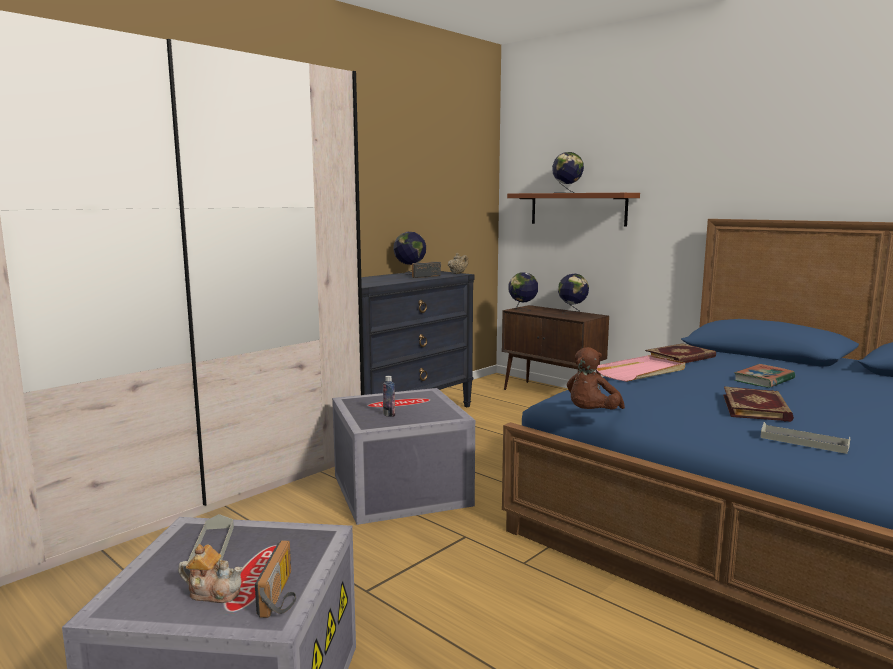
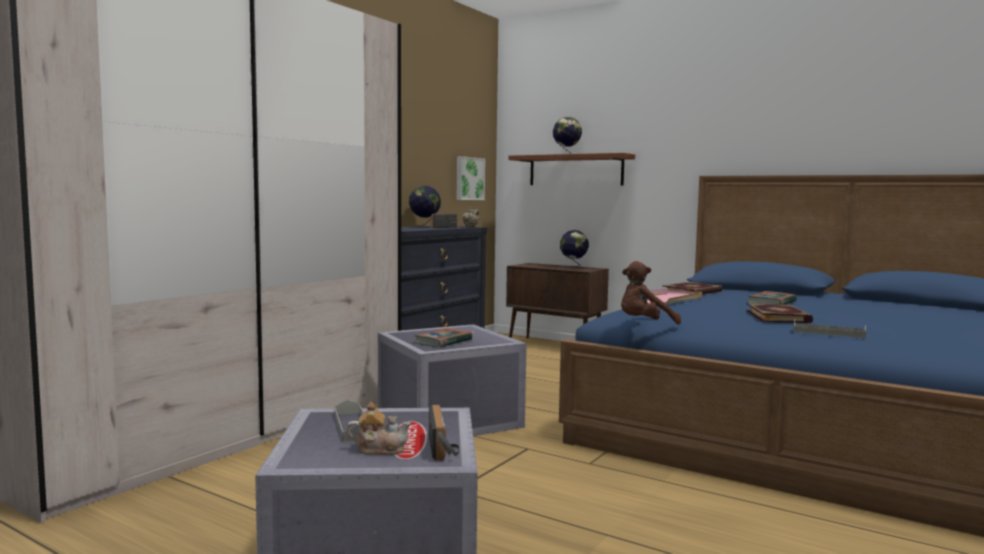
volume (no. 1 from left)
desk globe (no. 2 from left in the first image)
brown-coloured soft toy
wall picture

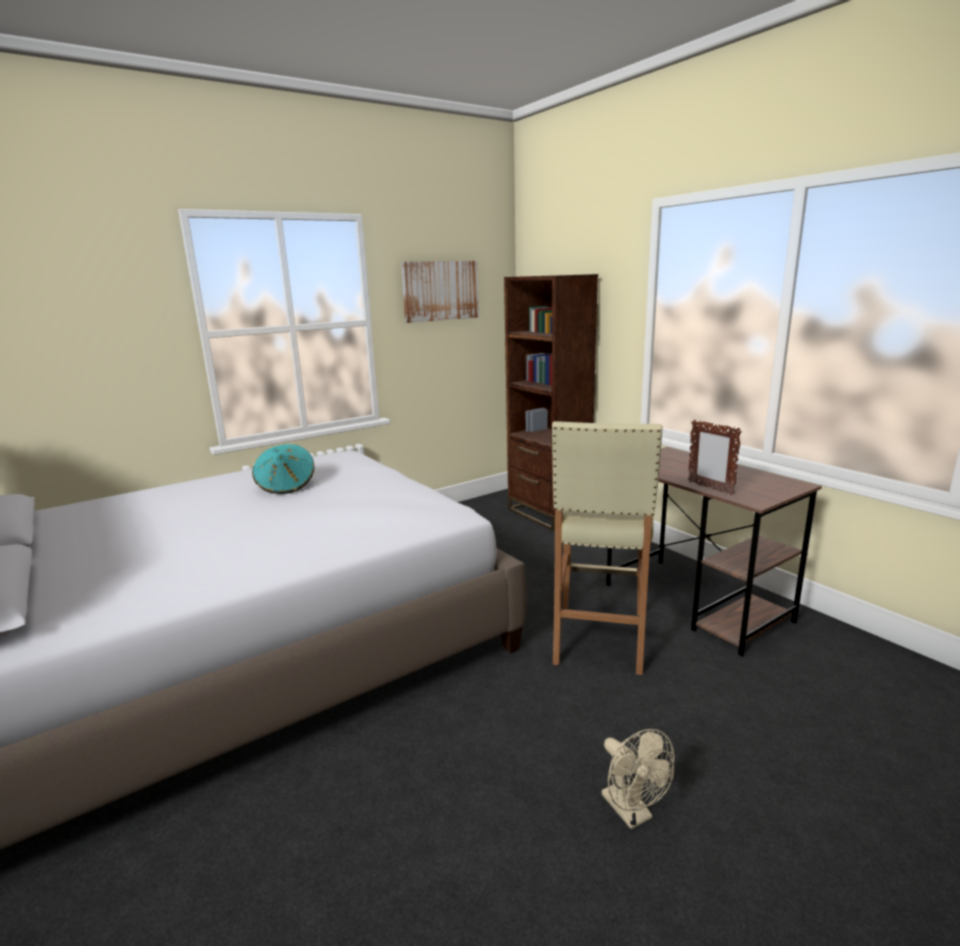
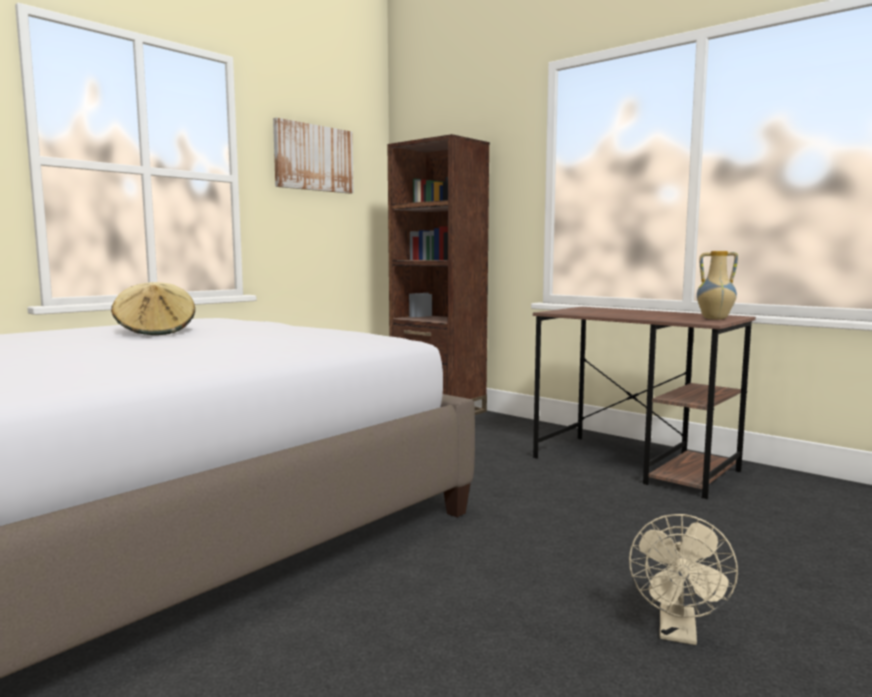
sand-coloured hat
sand-coloured sitting stool
sand-coloured cooling fan
picture frame
flower vase

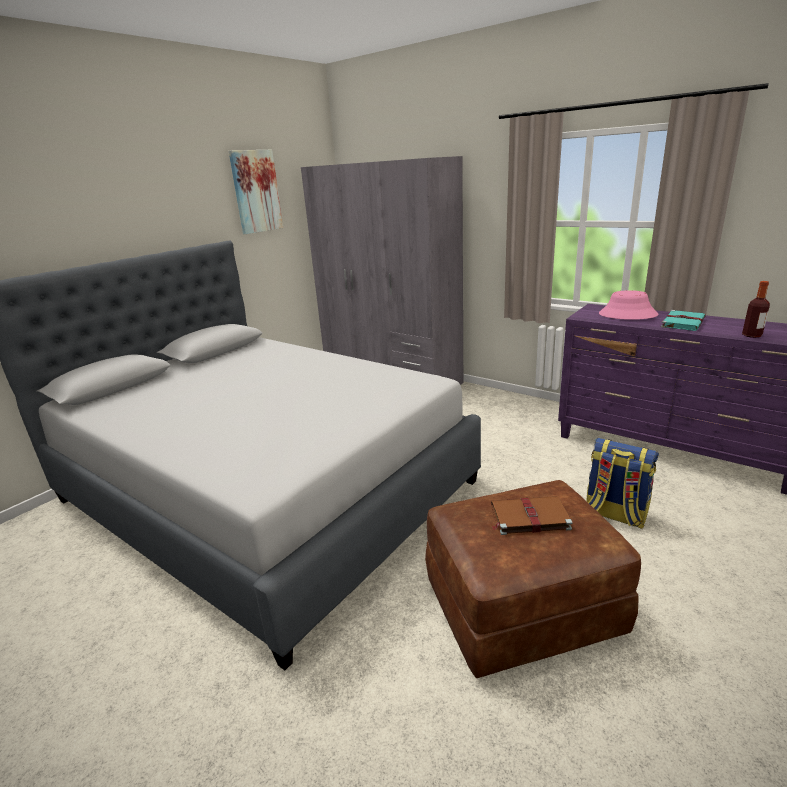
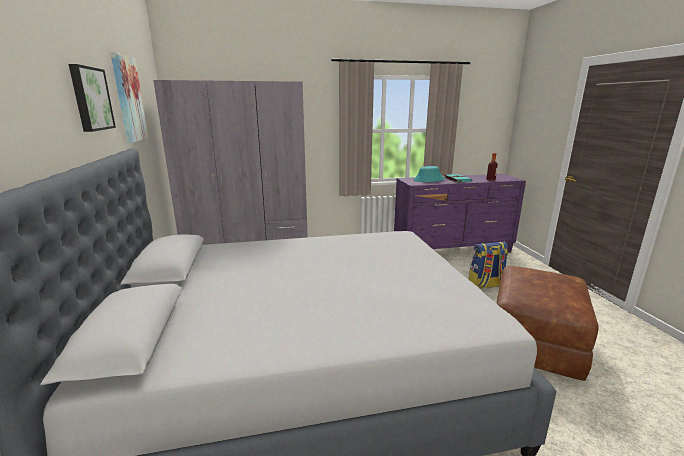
brown-coloured volume
turquoise-coloured hat
wall picture (no. 1 from left)

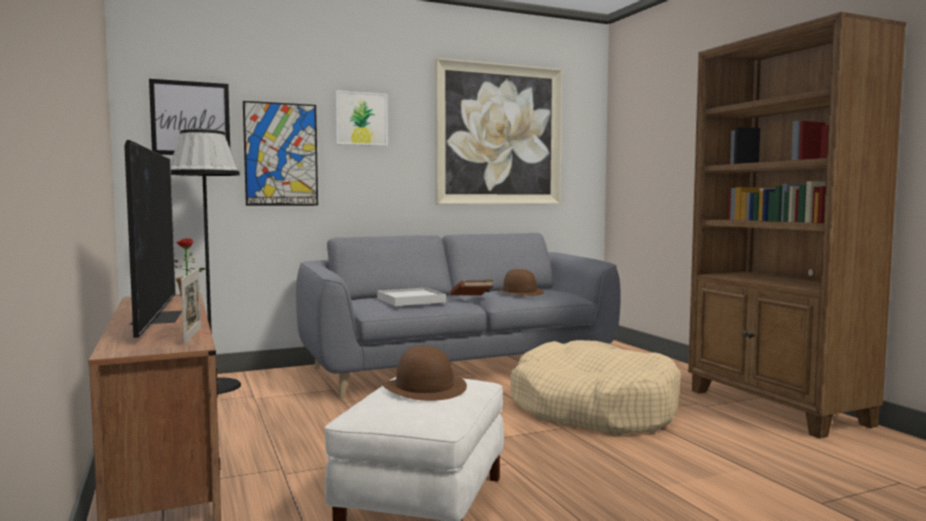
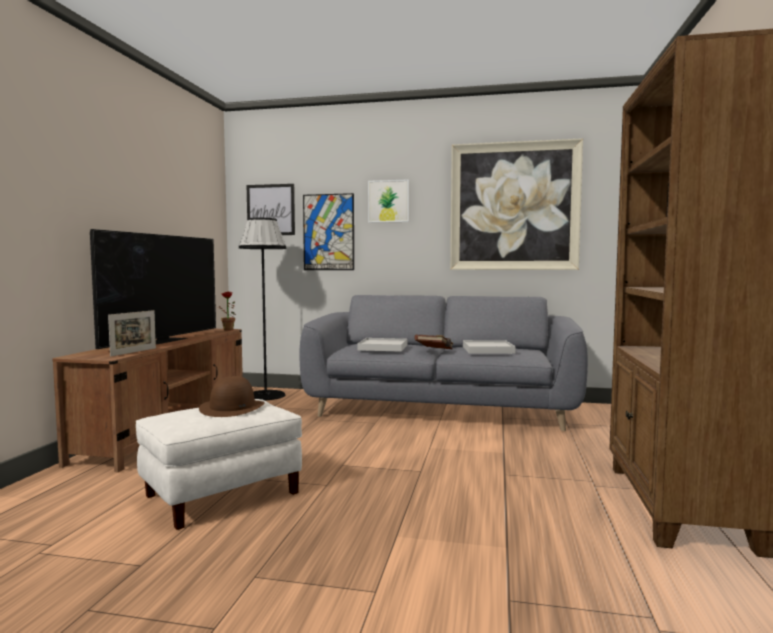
whitish serving tray (no. 2 from left)
sand-coloured pet bed

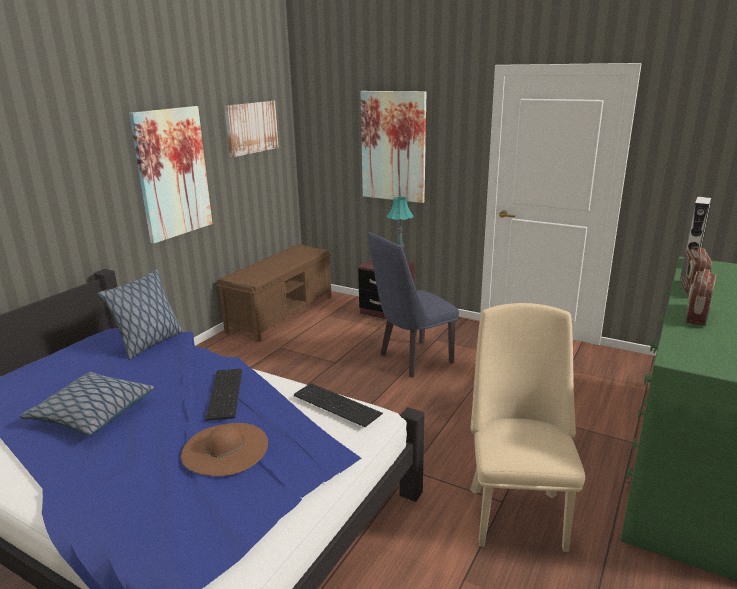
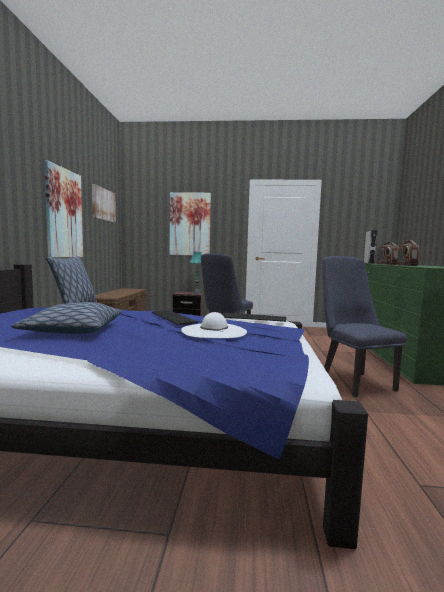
whitish hat
bluish chair (no. 2 from left)

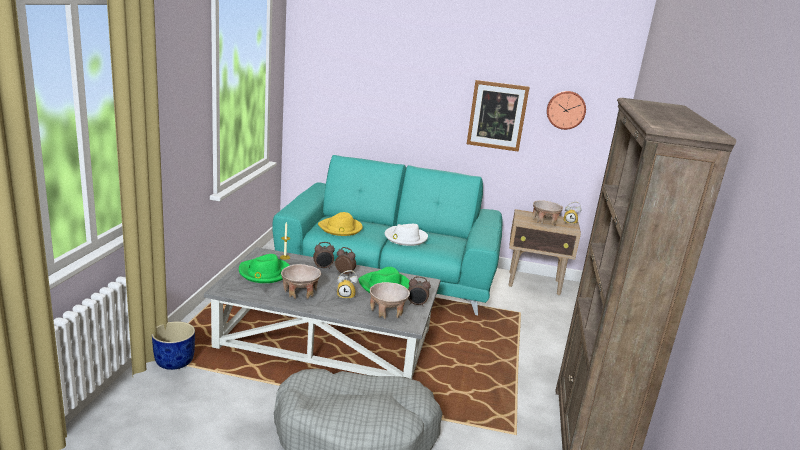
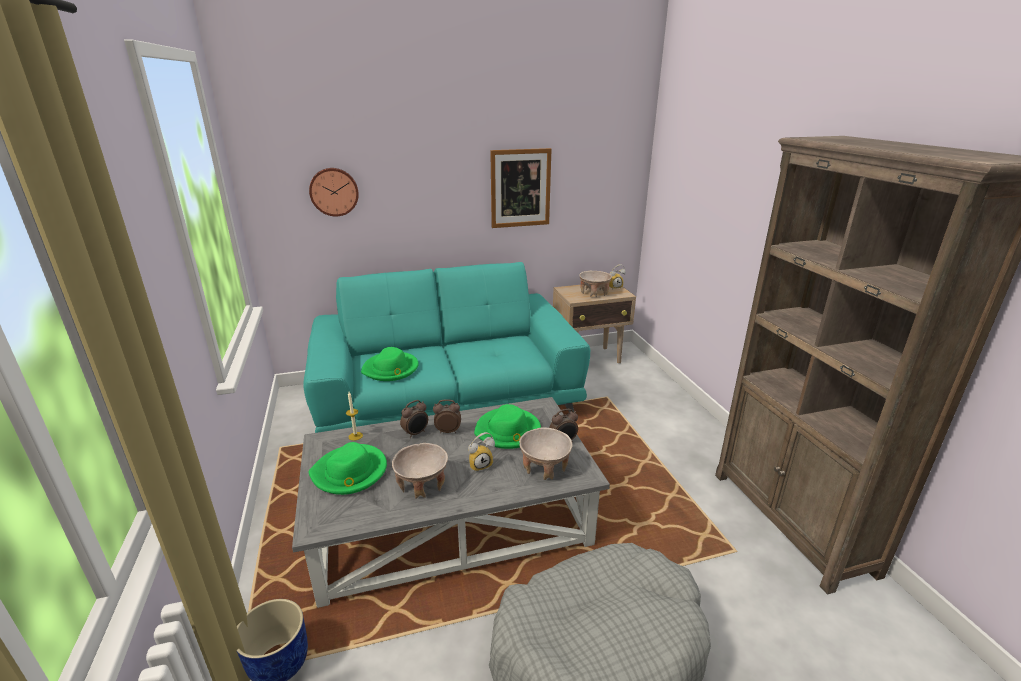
greenish hat (no. 2 from left)
whitish hat
clock on the wall

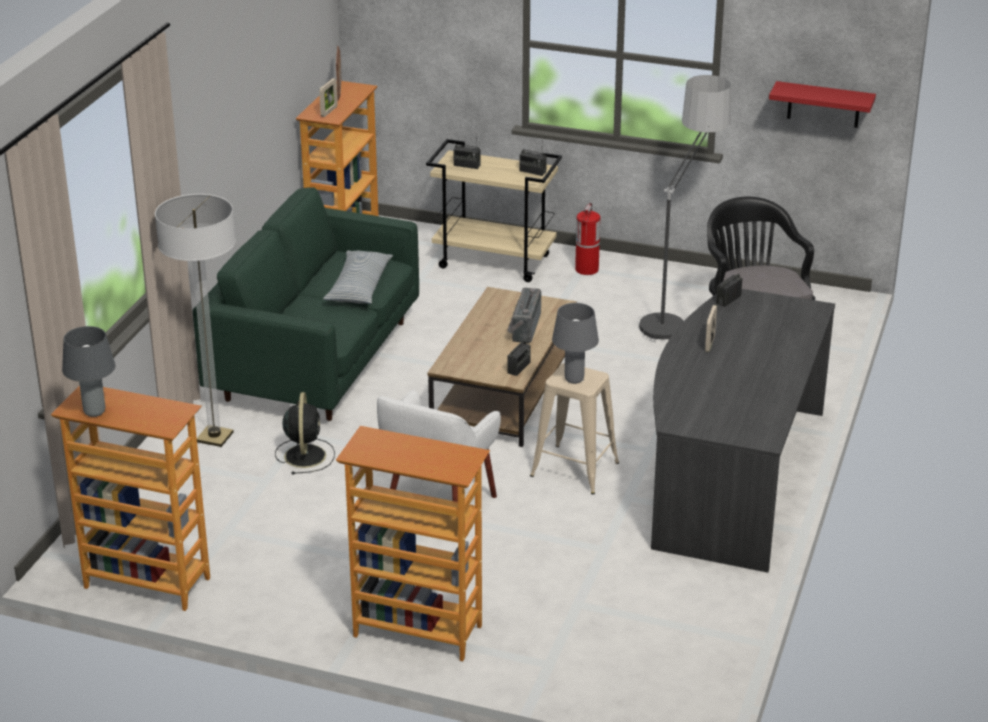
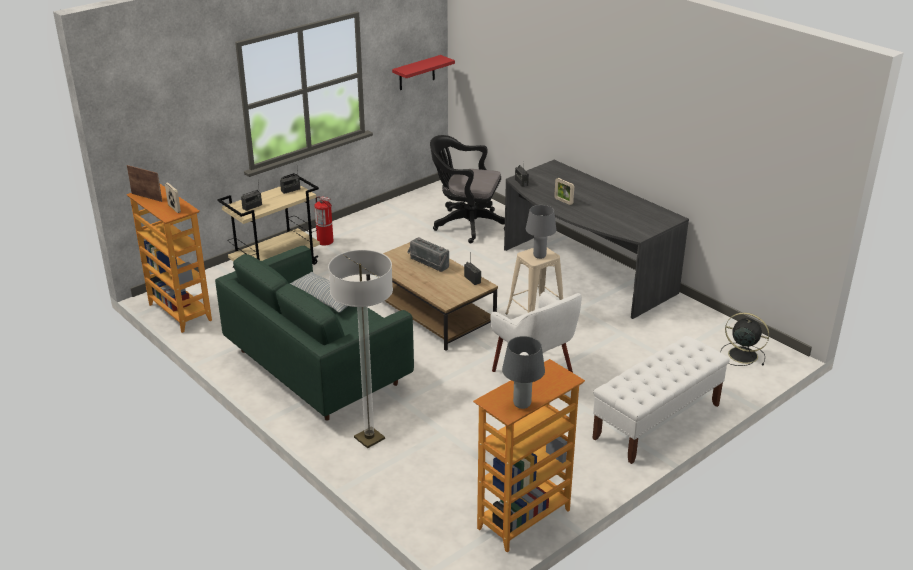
blackish cooling fan
whitish bench
standard lamp (no. 2 from left in the first image)

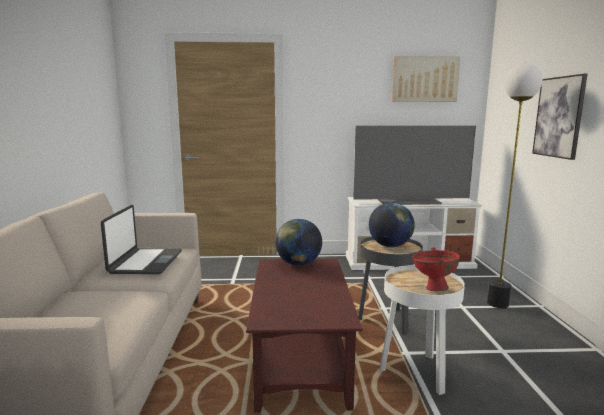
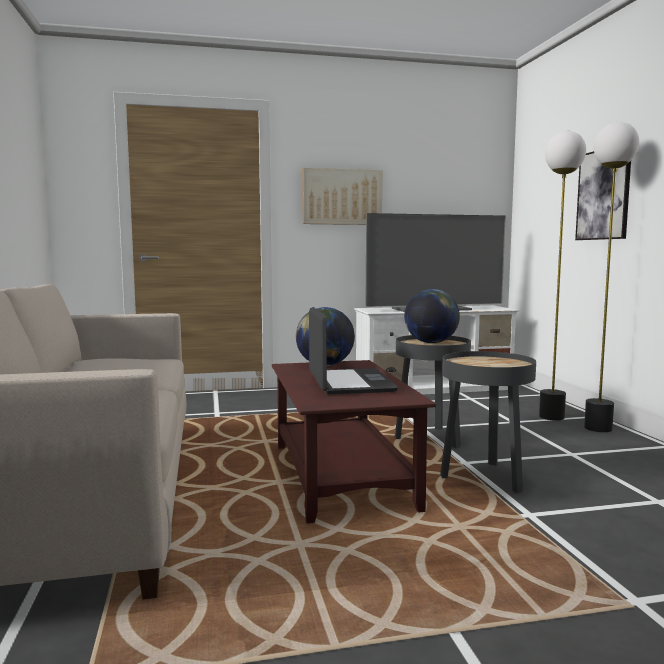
portable computer
blackish end table (no. 2 from left)
wall picture (no. 1 from left)
red serving bowl
standard lamp (no. 2 from left)

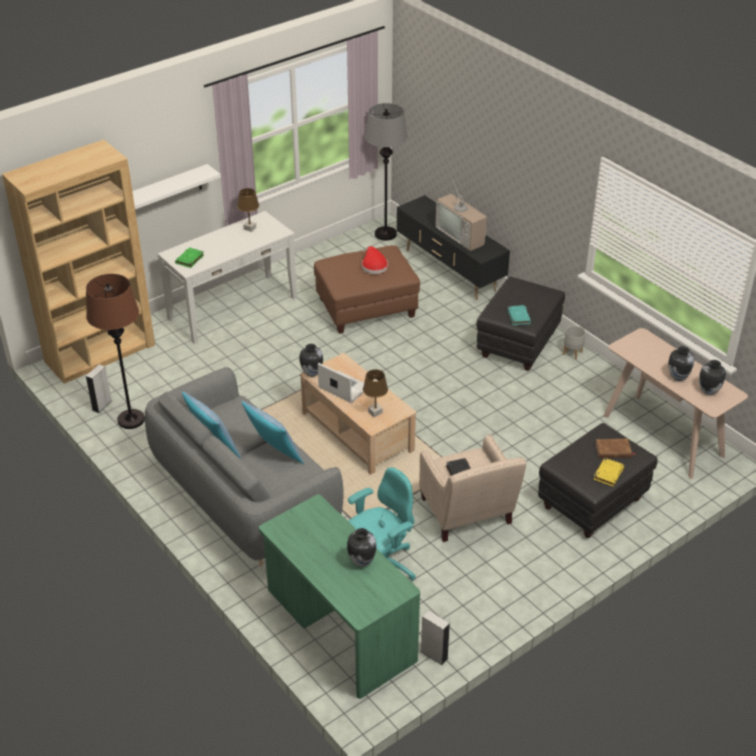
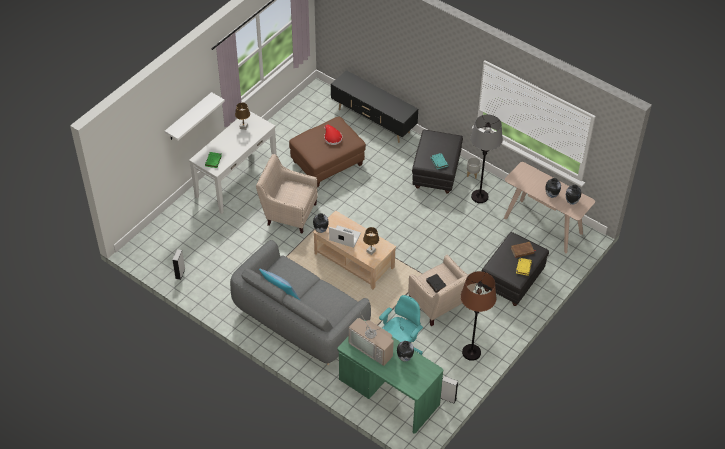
brown-coloured bookcase
brown-coloured standard lamp
pillow (no. 2 from left in the first image)
grey standard lamp
TV
sand-coloured lounge chair (no. 1 from left)

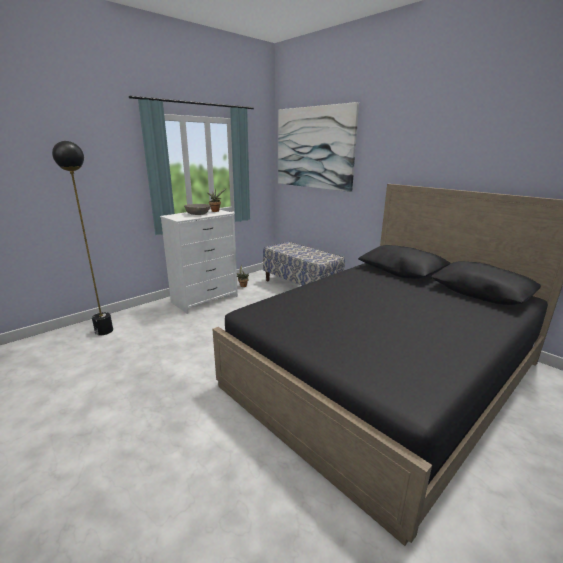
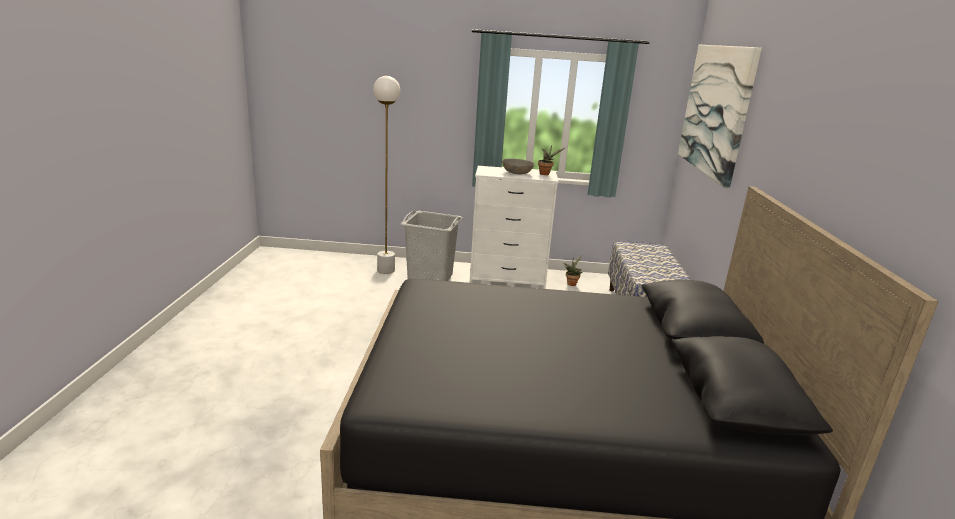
whitish standard lamp
grey washing basket

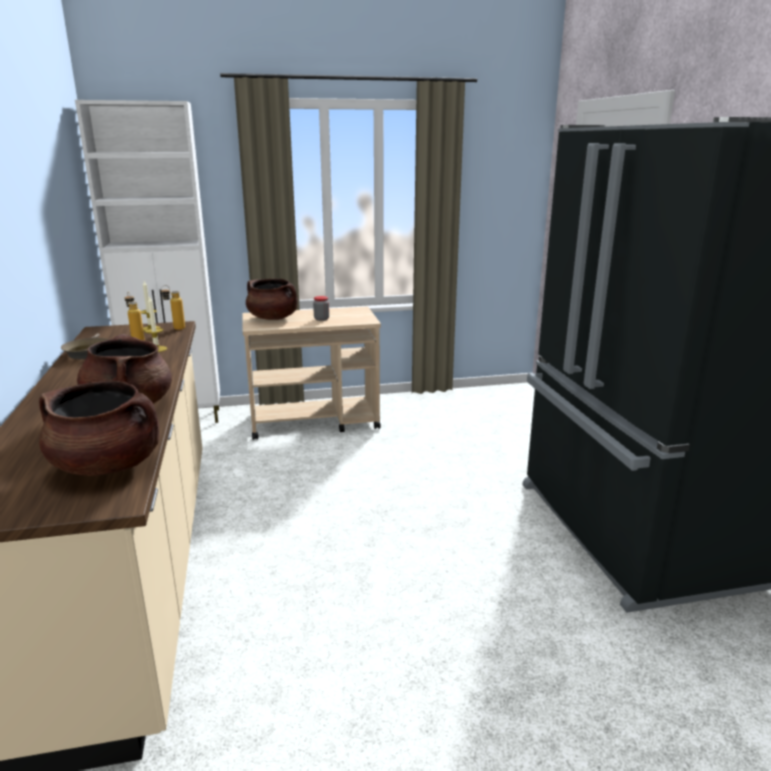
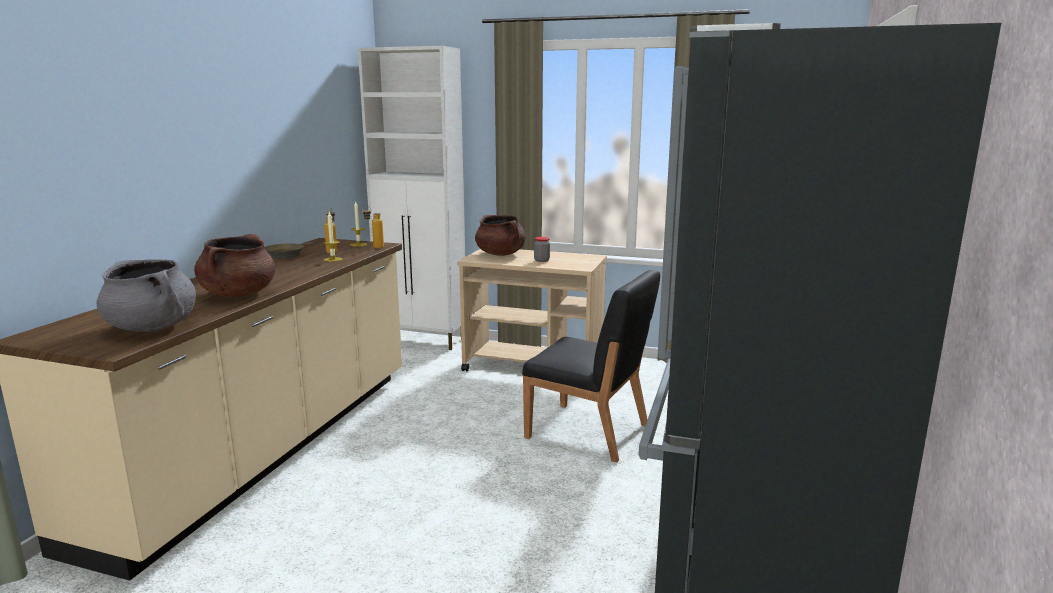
grey stockpot
blackish chair

